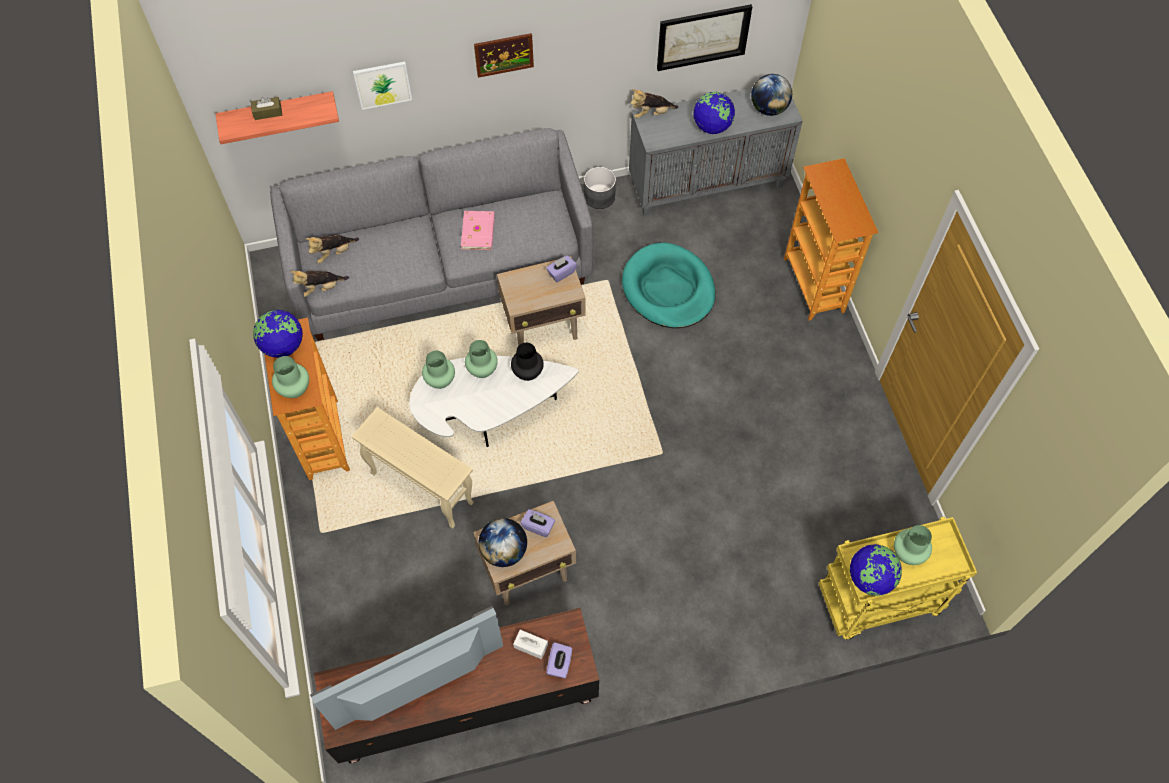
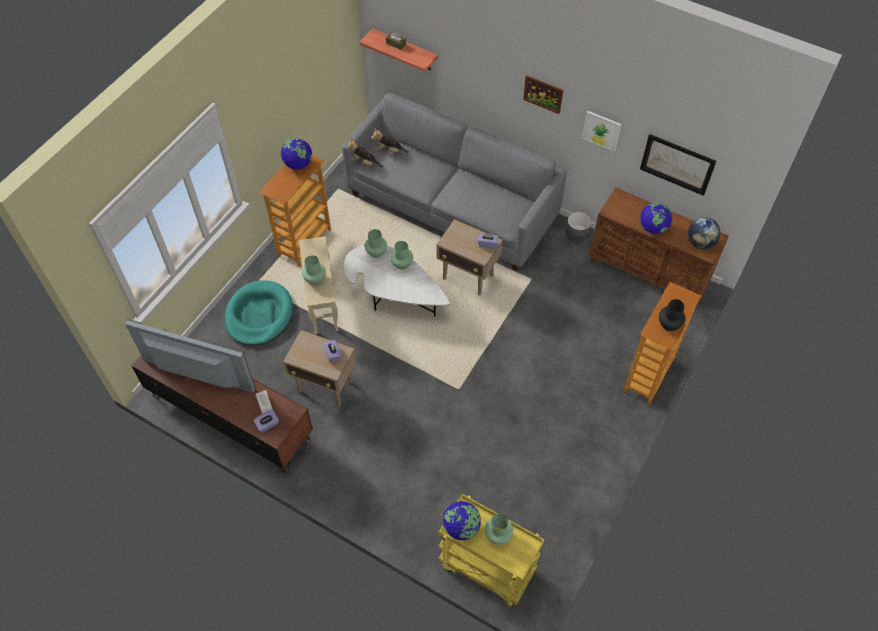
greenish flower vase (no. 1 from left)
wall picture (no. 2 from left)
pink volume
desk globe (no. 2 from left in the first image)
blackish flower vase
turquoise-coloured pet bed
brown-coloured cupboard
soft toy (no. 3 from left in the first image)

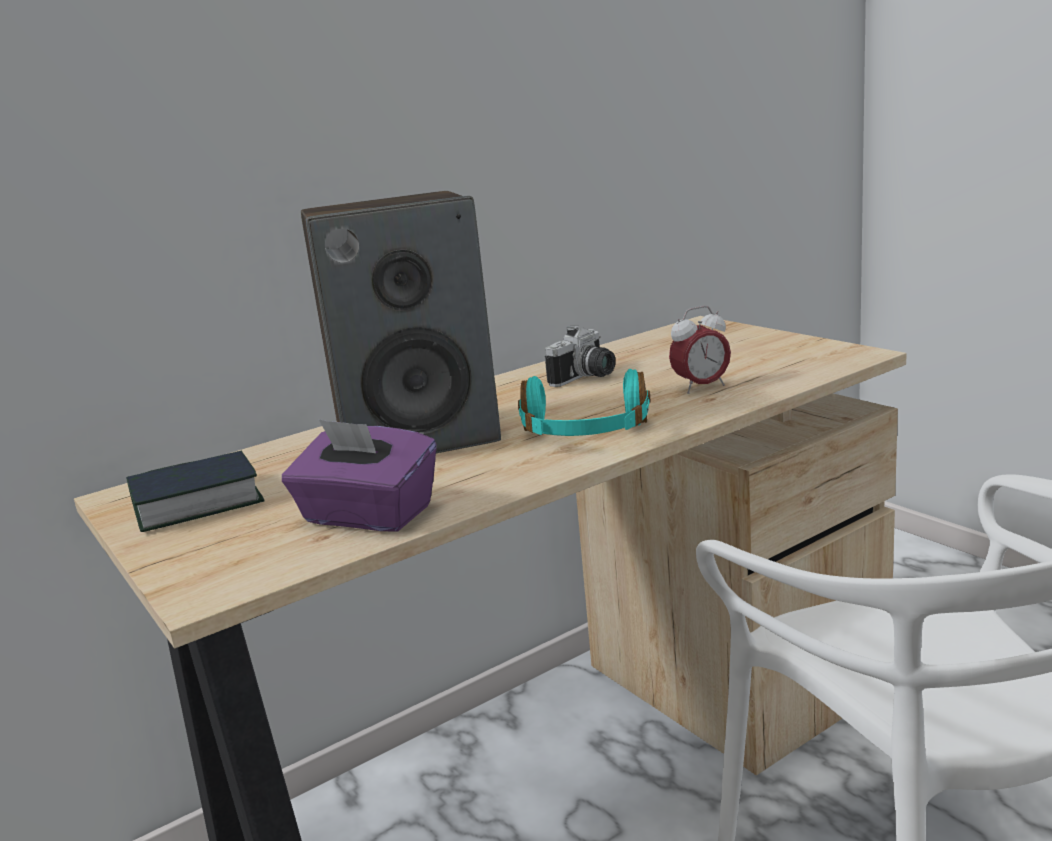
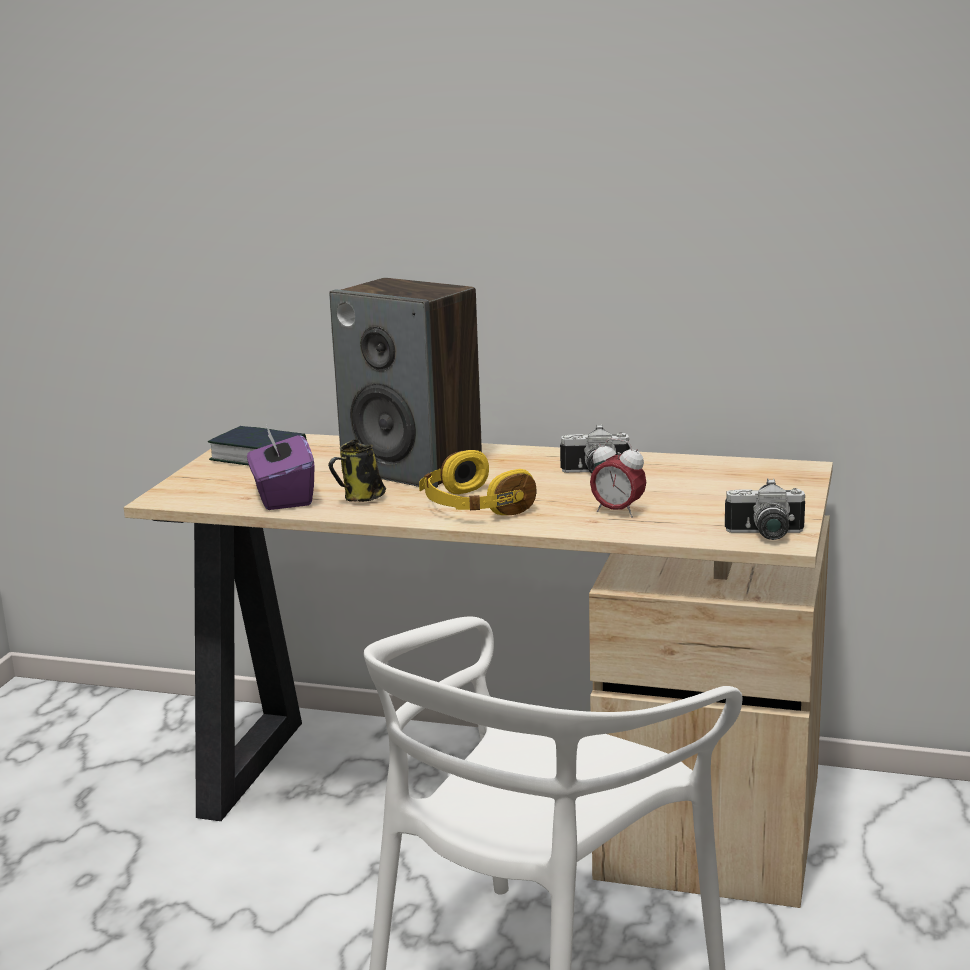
yellowish pair of headphones
coffee mug
photo camera (no. 2 from left)

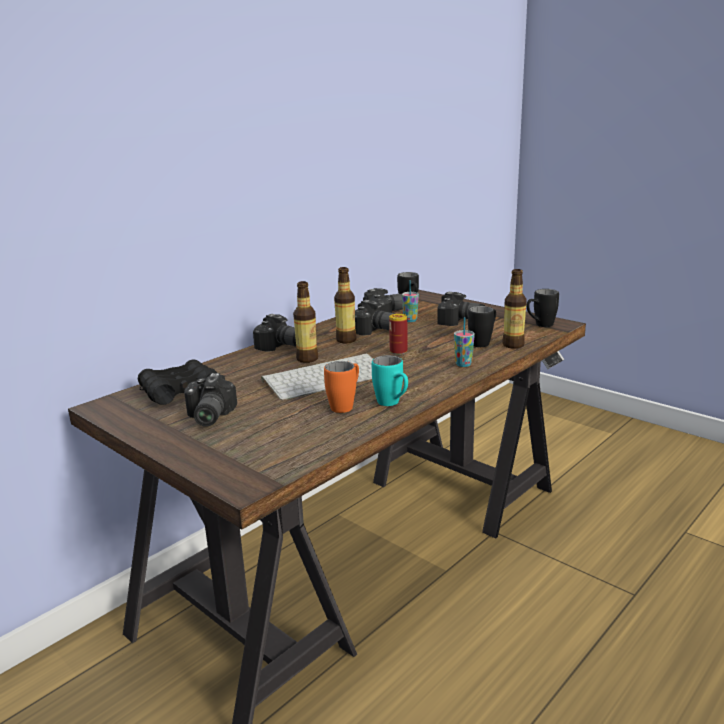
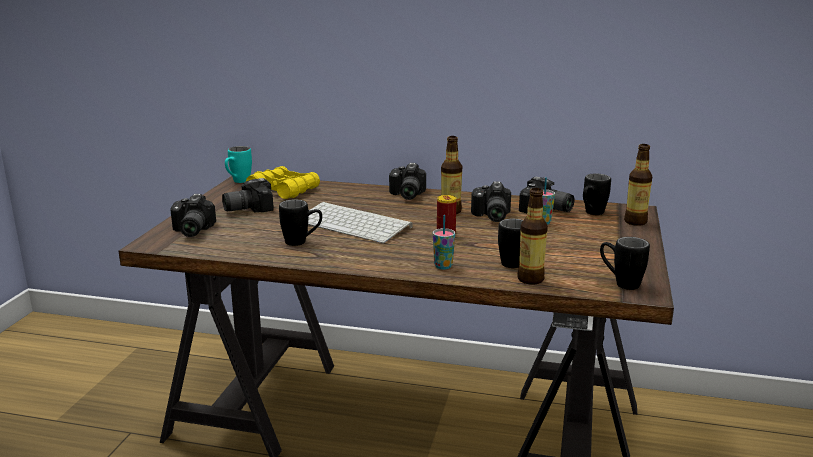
yellowish pair of binoculars
beverage bottle (no. 3 from left)
blackish coffee mug (no. 1 from left)
turquoise-coloured coffee mug
photo camera (no. 1 from left)

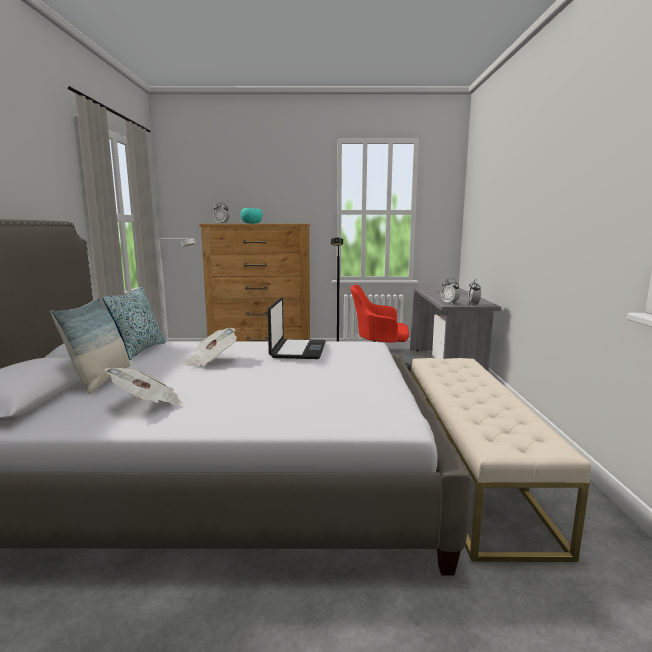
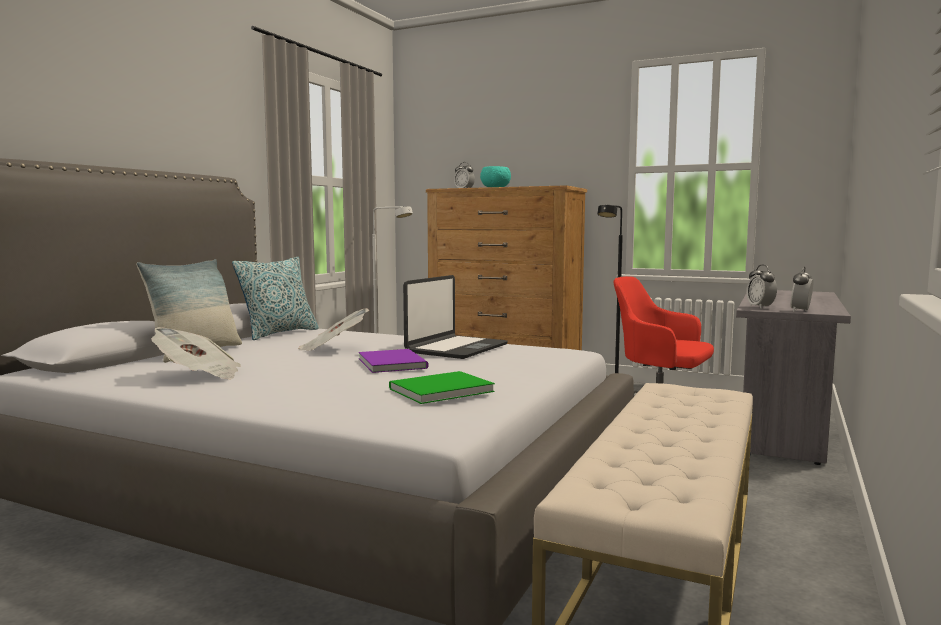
purple volume
greenish volume

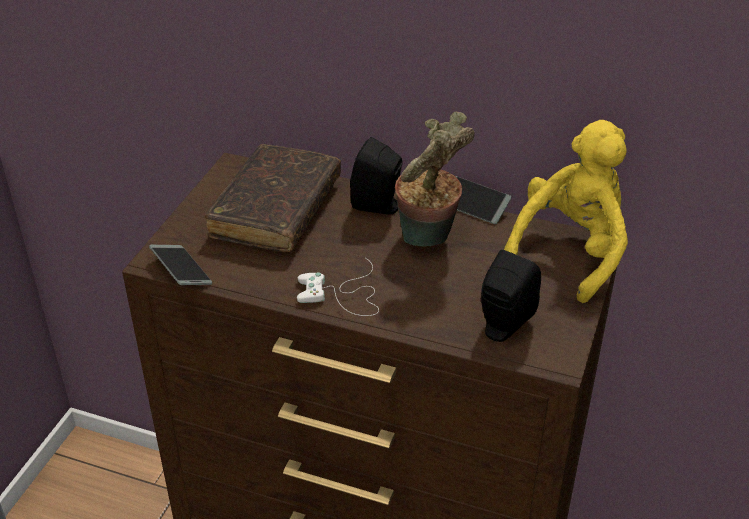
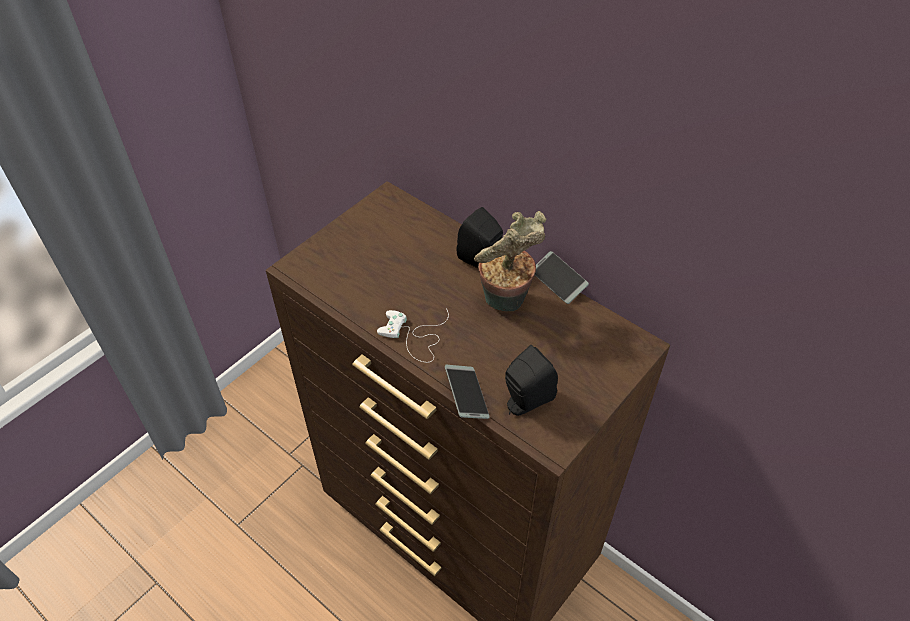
handset (no. 1 from left)
brown-coloured volume
yellowish soft toy

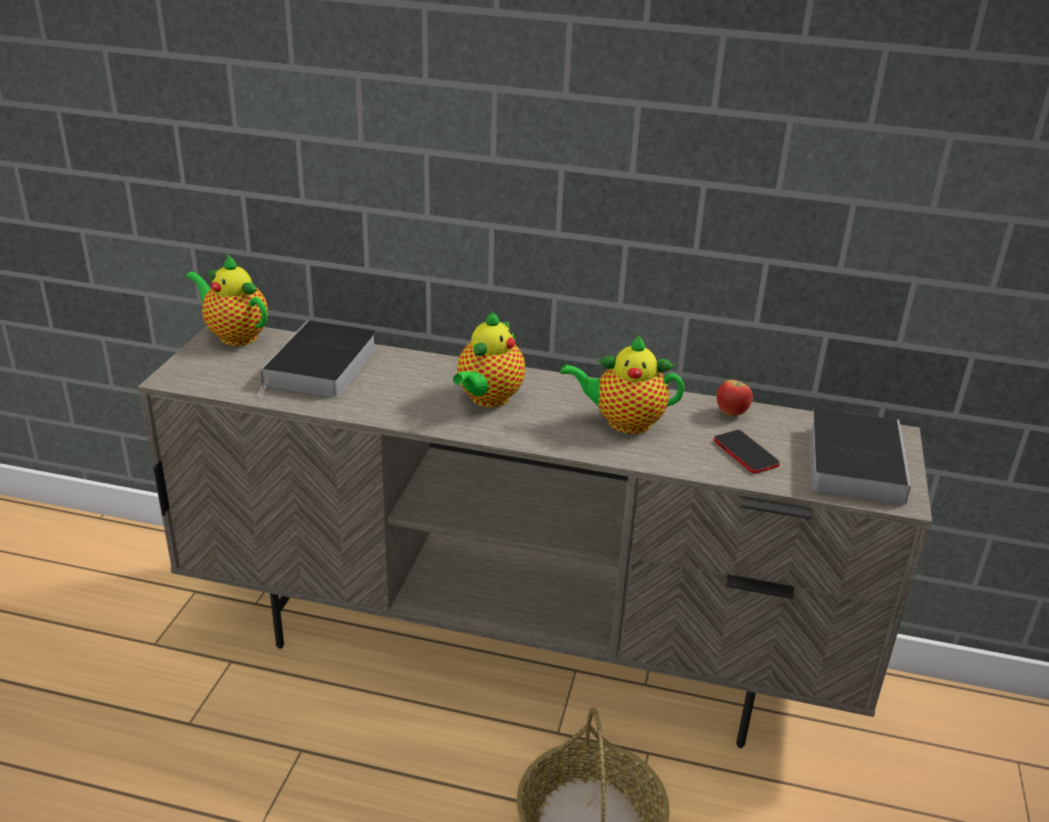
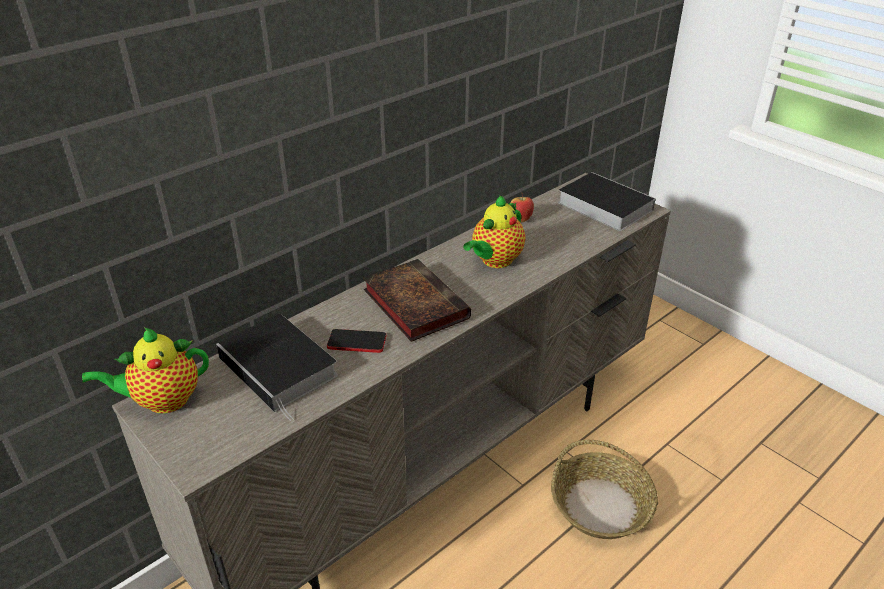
volume (no. 2 from left)
handset

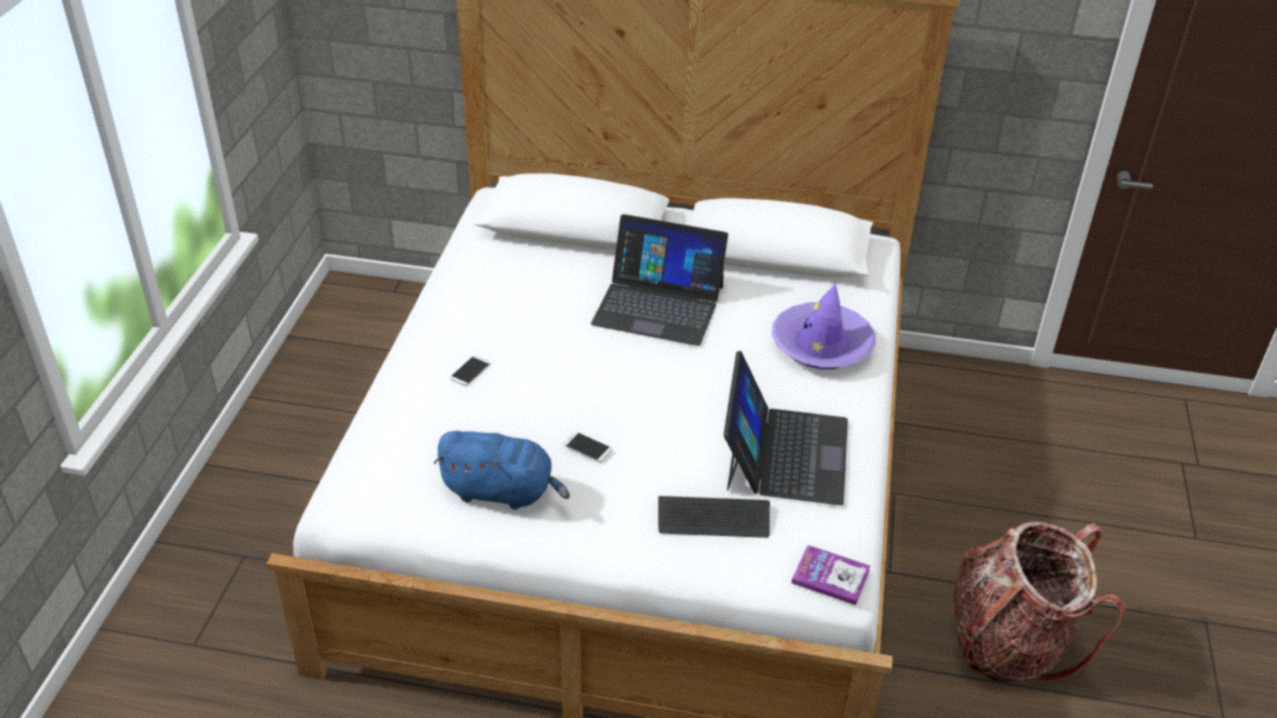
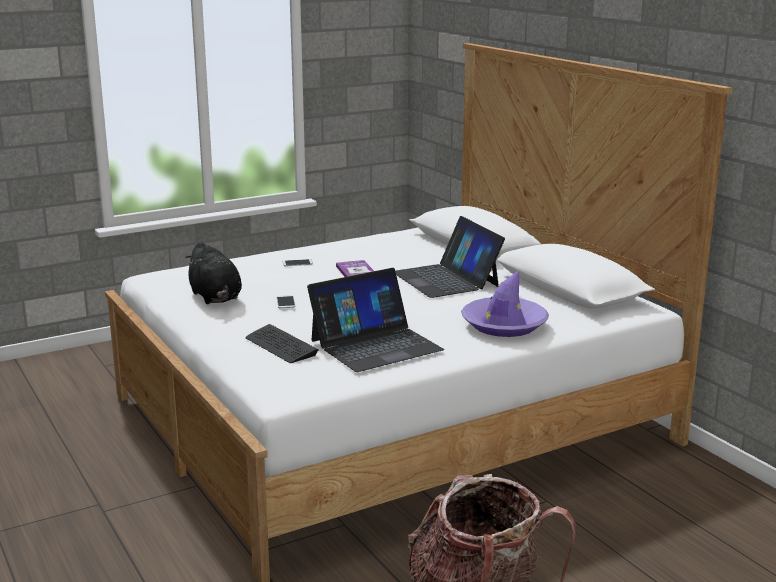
blackish soft toy
volume

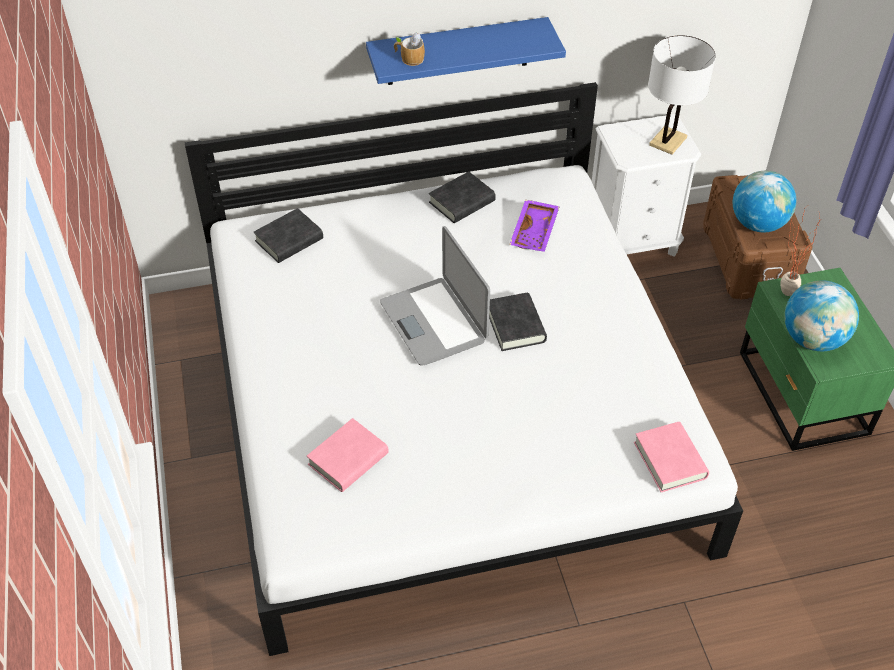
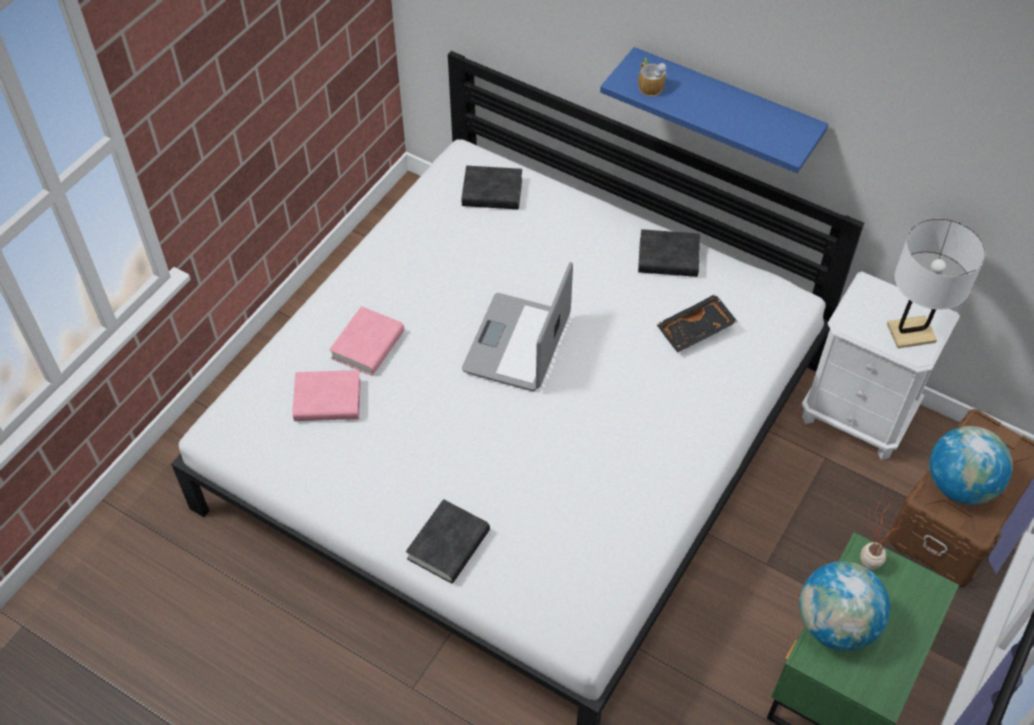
blackish volume (no. 1 from left)
blackish serving tray
pink volume (no. 2 from left)

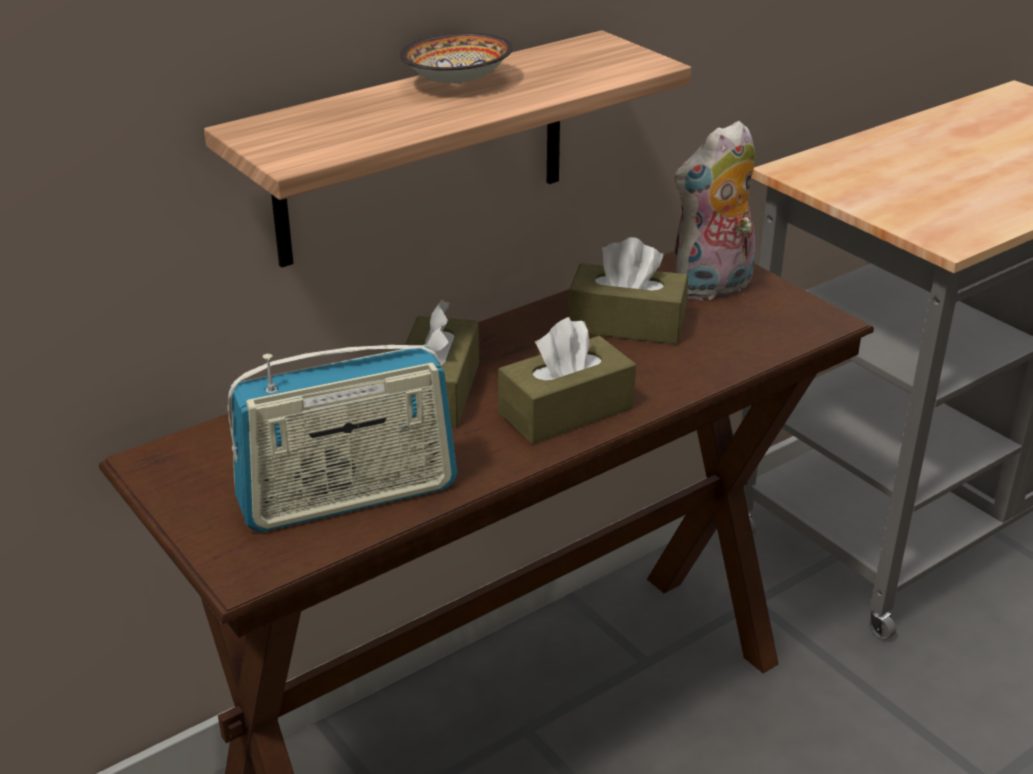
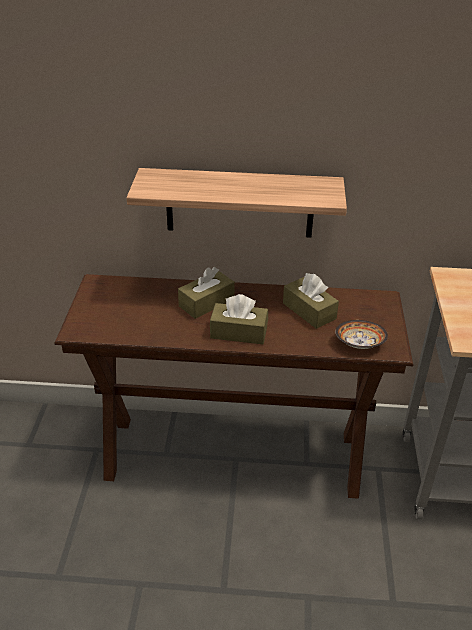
radio
serving bowl
soft toy

